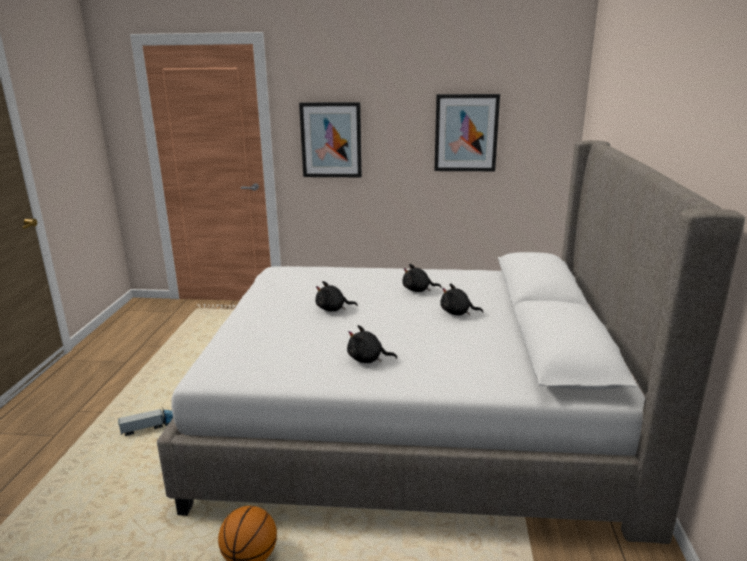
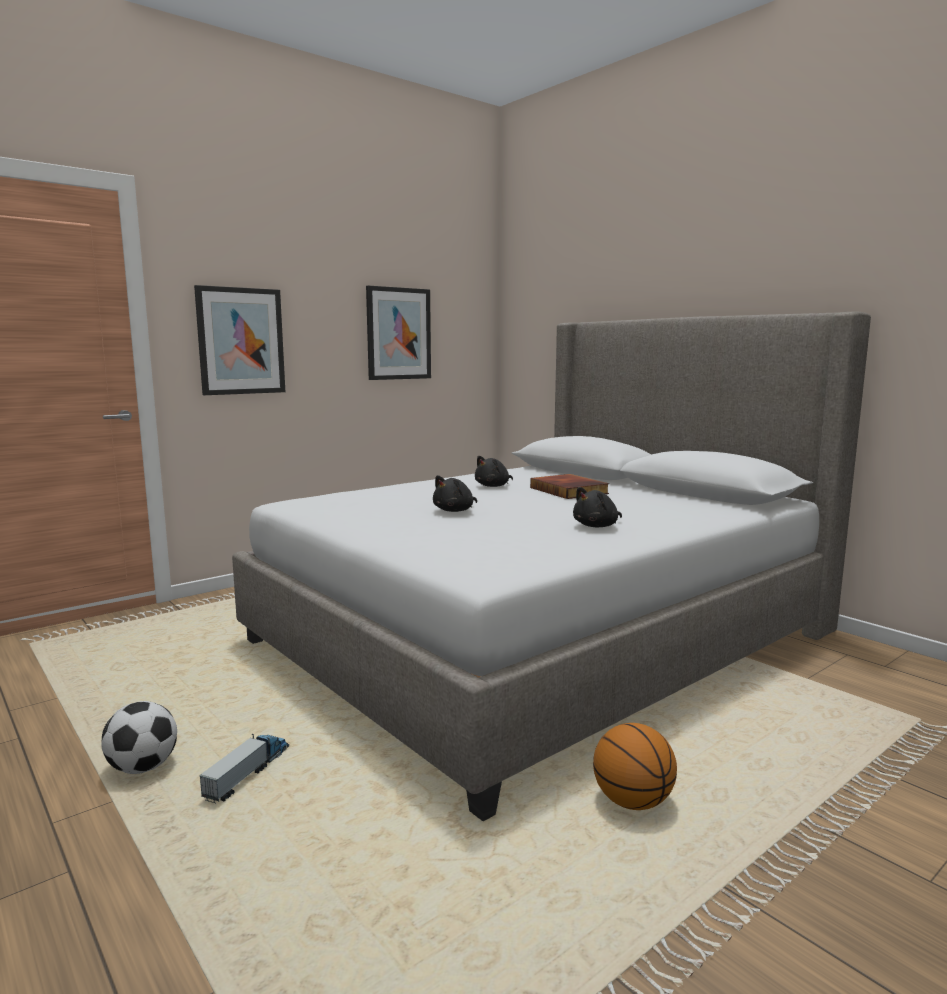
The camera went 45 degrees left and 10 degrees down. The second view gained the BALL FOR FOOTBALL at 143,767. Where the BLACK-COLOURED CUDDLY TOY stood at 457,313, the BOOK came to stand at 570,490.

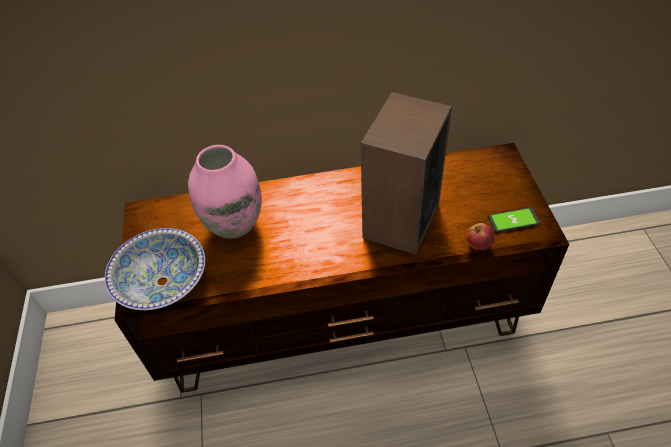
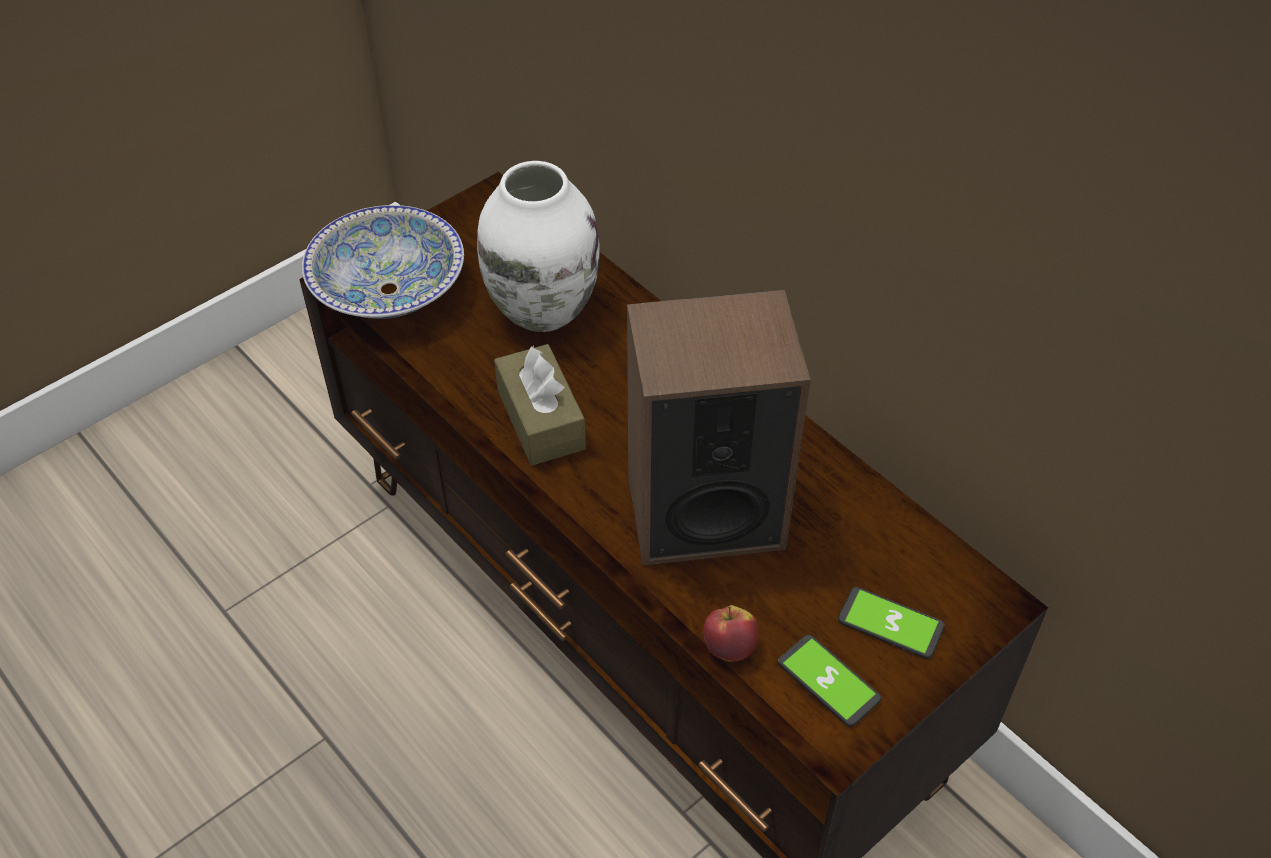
The camera went 55 degrees right and 0 degrees up. What was the PINKISH VASE at 233,225 turned into the WHITE-COLOURED VASE at 541,308. The second view gained the BROWN-COLOURED BOX OF TISSUES at 541,419. The second view gained the TELEPHONE at 890,624.

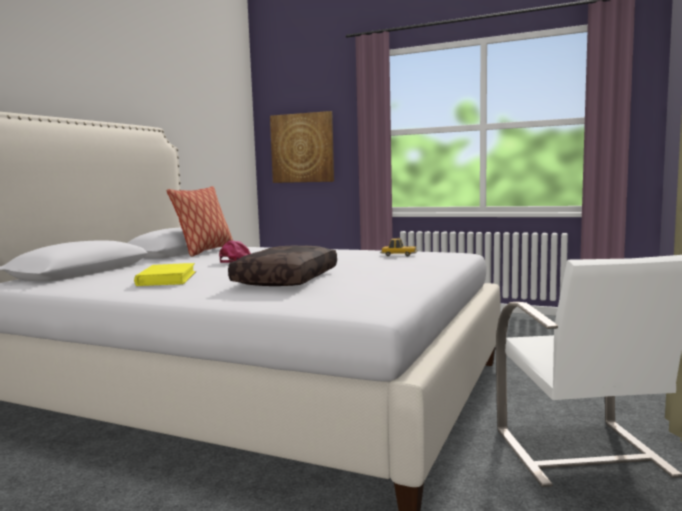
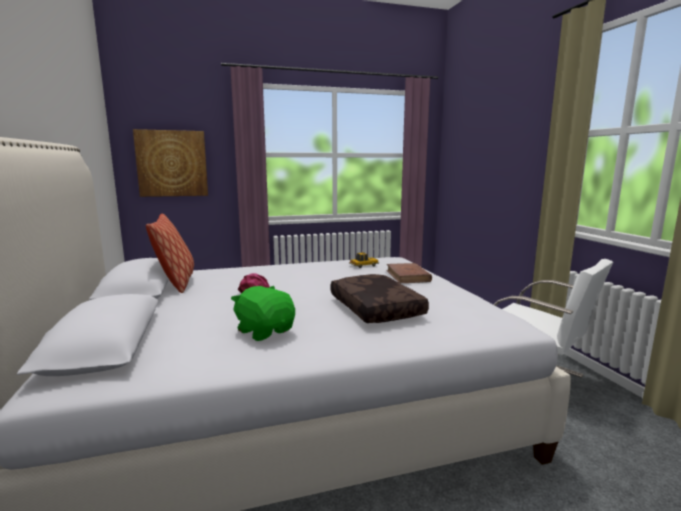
The camera went 40 degrees left and 5 degrees up. Where the YELLOWISH BOOK stood at 167,279, the GREEN-COLOURED CUDDLY TOY came to stand at 265,331. The second view gained the BROWN-COLOURED BOOK at 408,276.

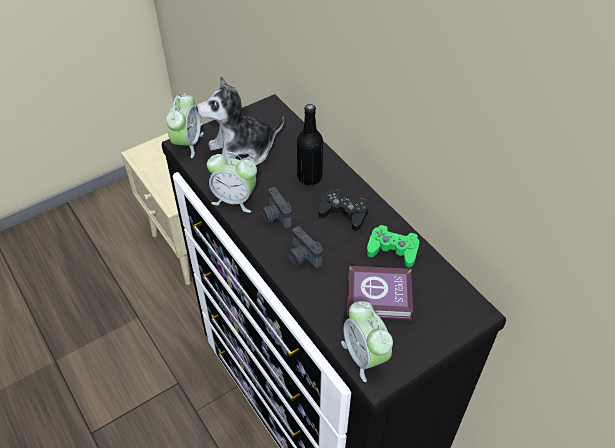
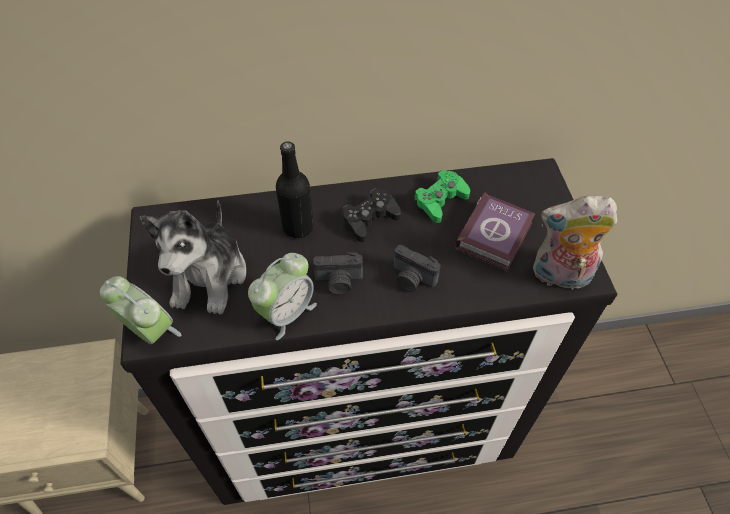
The camera went 65 degrees left and 5 degrees up. The PHOTO CAMERA at 302,257 ended up facing another way, 45 degrees clockwise from before. Where the ALARM CLOCK stood at 364,356, the CUDDLY TOY came to stand at 559,276.

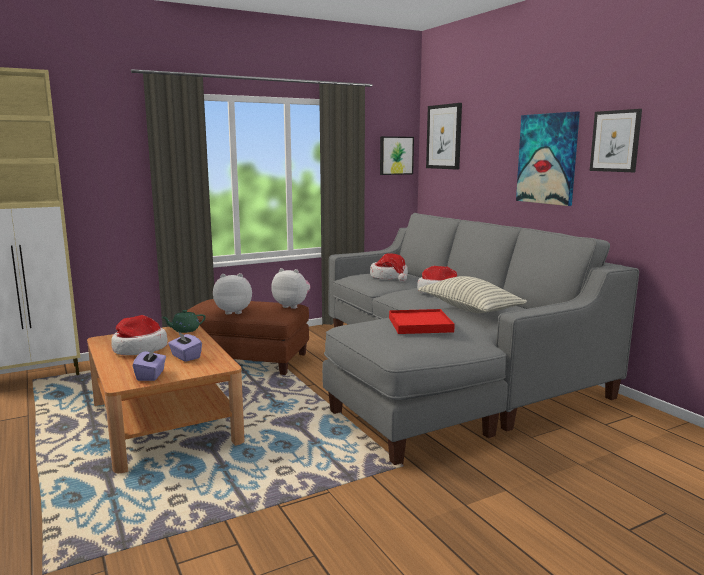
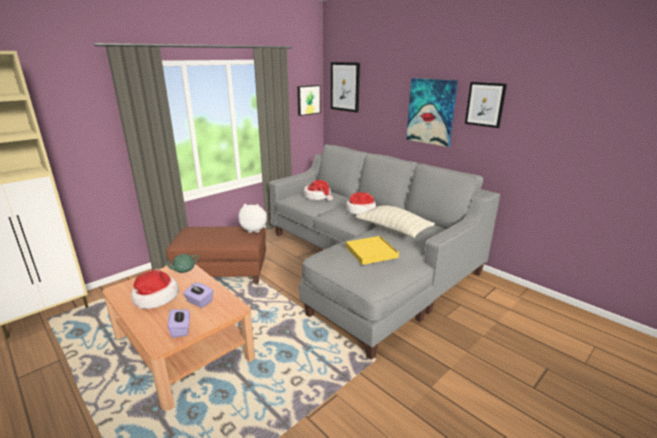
The camera went 15 degrees left and 10 degrees up. What was the RED SERVING TRAY at 420,325 turned into the YELLOWISH SERVING TRAY at 371,252. The second view lost the CUDDLY TOY at 234,312.

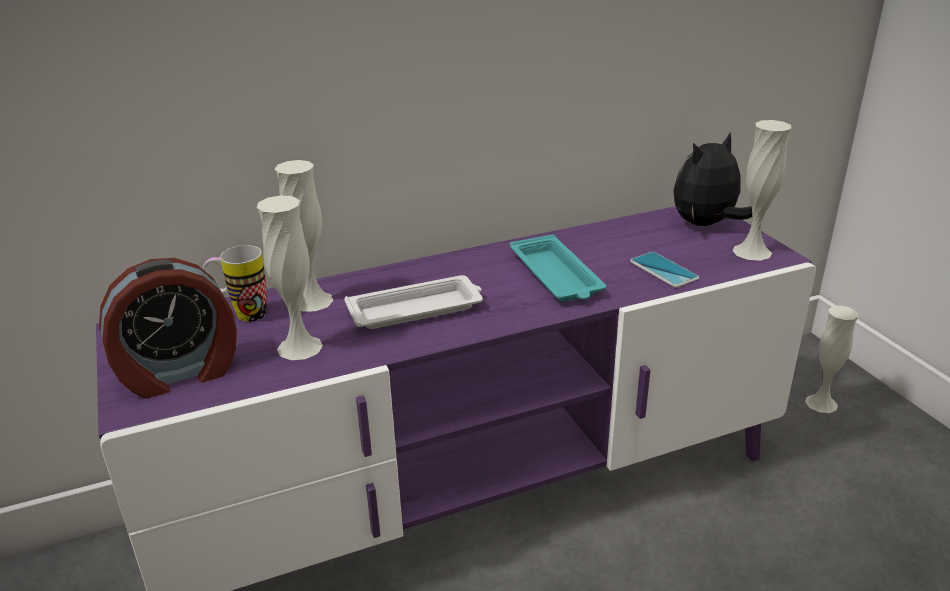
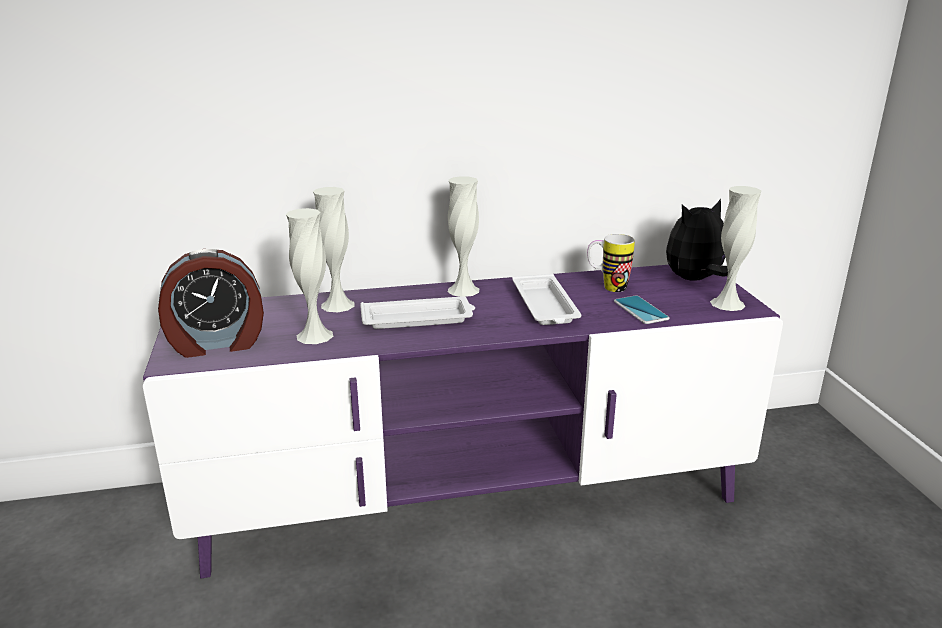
The camera went 10 degrees right and 5 degrees down. The WHITE-COLOURED VASE ended up elsewhere, having gone from 821,403 to 463,290. What was the BLUE-GREEN SERVING TRAY at 556,276 turned into the WHITE-COLOURED SERVING TRAY at 545,306. The COFFEE MUG ended up elsewhere, having gone from 241,314 to 607,287.

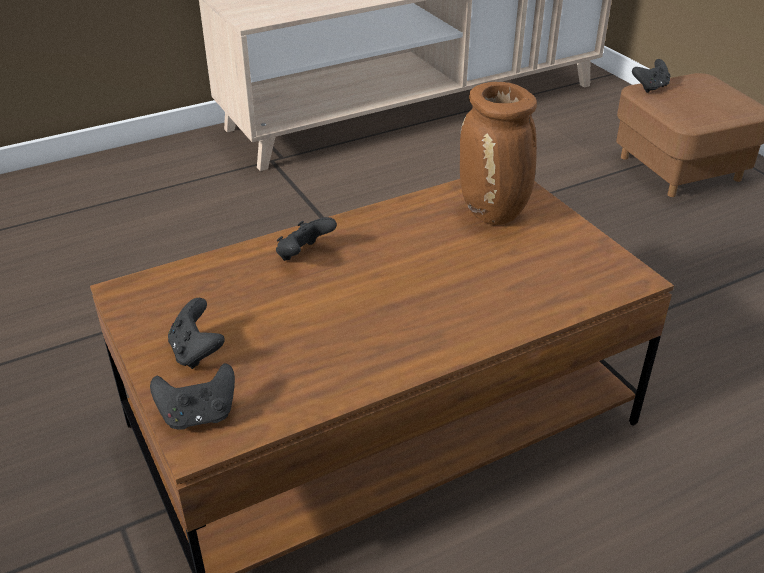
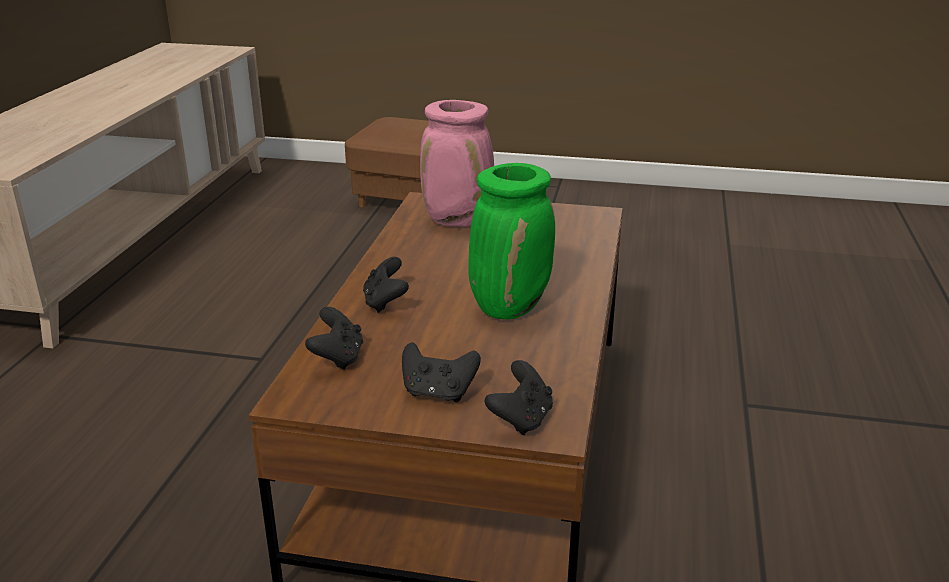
The camera went 50 degrees left and 10 degrees down. The BLACK-COLOURED JOYPAD ended up elsewhere, having gone from 650,87 to 338,358. What was the BROWN-COLOURED VASE at 494,214 turned into the PINKISH VASE at 459,221. The second view gained the GREEN-COLOURED VASE at 509,307.

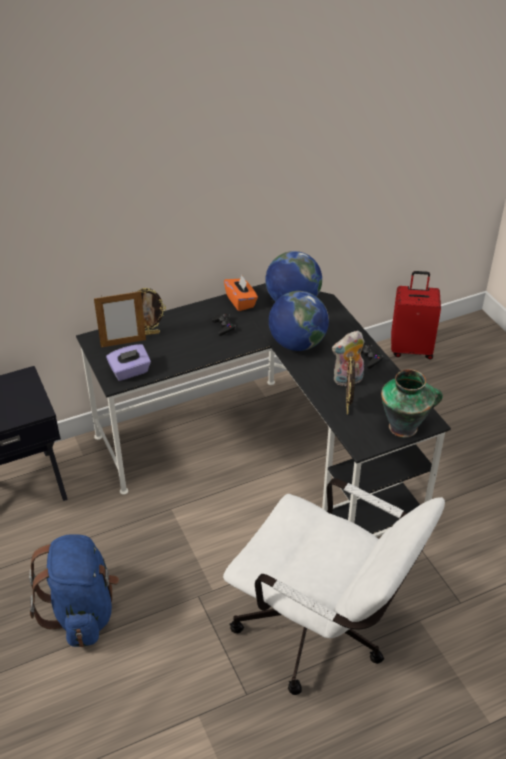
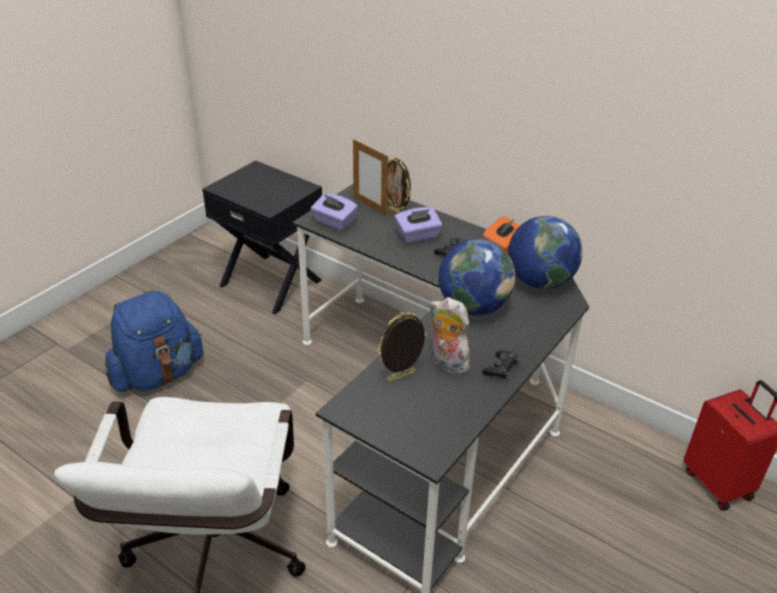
The camera went 60 degrees right and 5 degrees down. The second view gained the PURPLE-COLOURED BOX OF TISSUES at 417,236. The second view lost the VASE at 404,427.

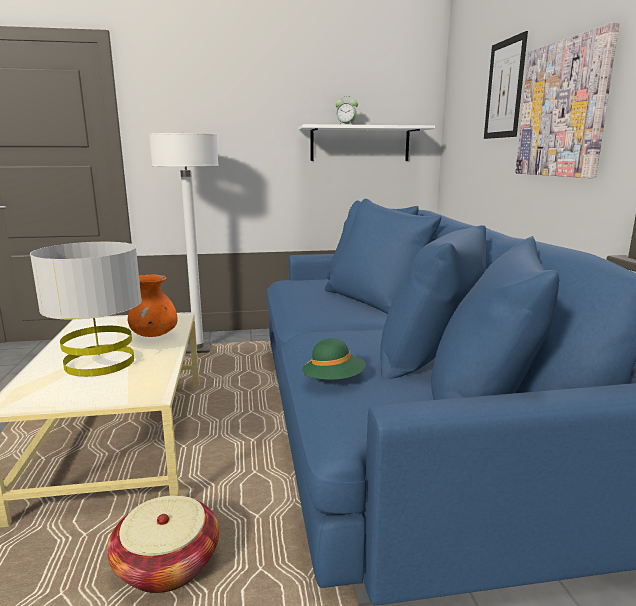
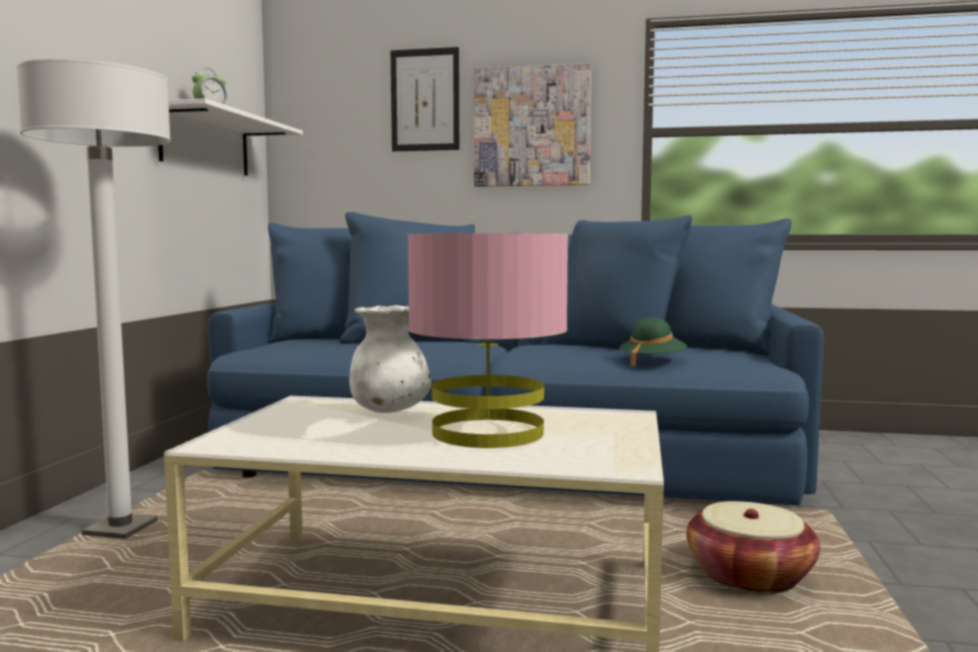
The camera went 70 degrees left and 10 degrees down. What was the ORANGEY VASE at 154,335 turned into the WHITE-COLOURED VASE at 389,411. What was the GREYISH TABLE LAMP at 99,363 turned into the PINKISH TABLE LAMP at 488,433.

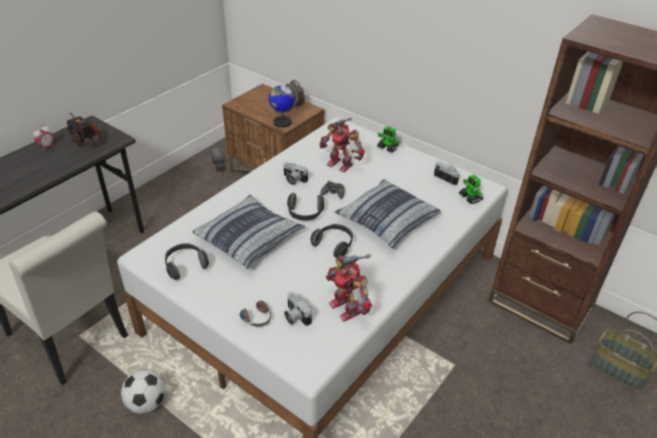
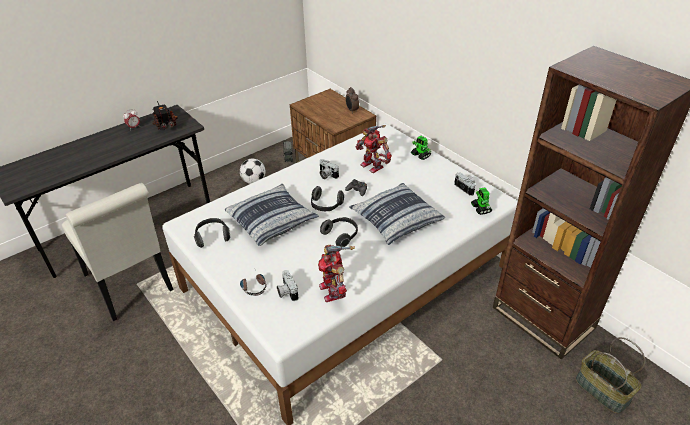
The camera went 15 degrees right and 0 degrees up. The BALL FOR FOOTBALL ended up elsewhere, having gone from 146,403 to 254,181. The second view lost the GLOBE at 282,122.

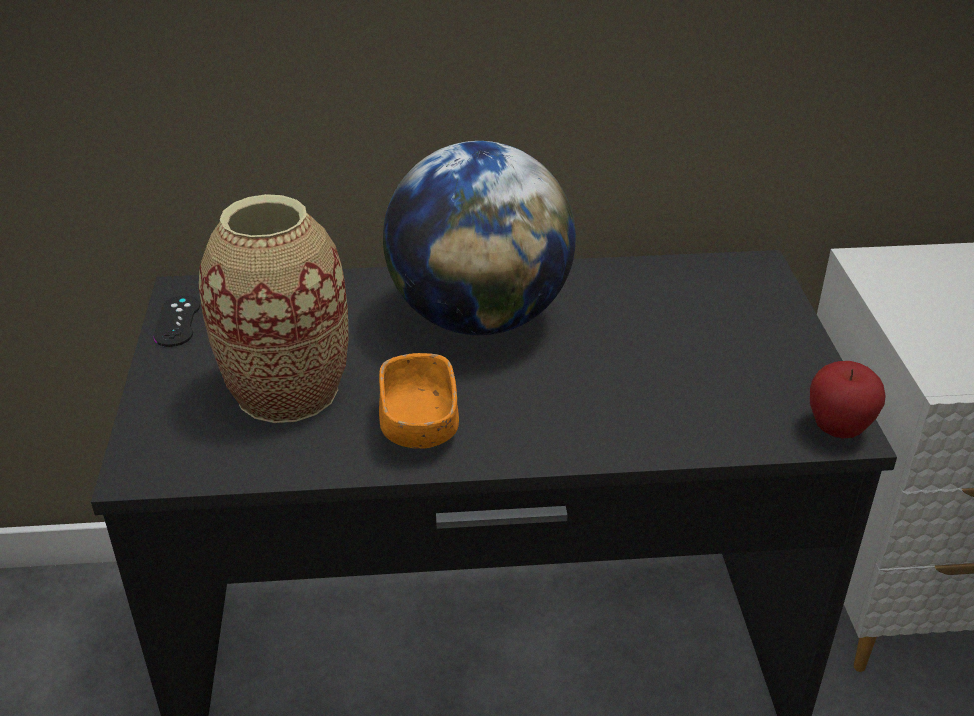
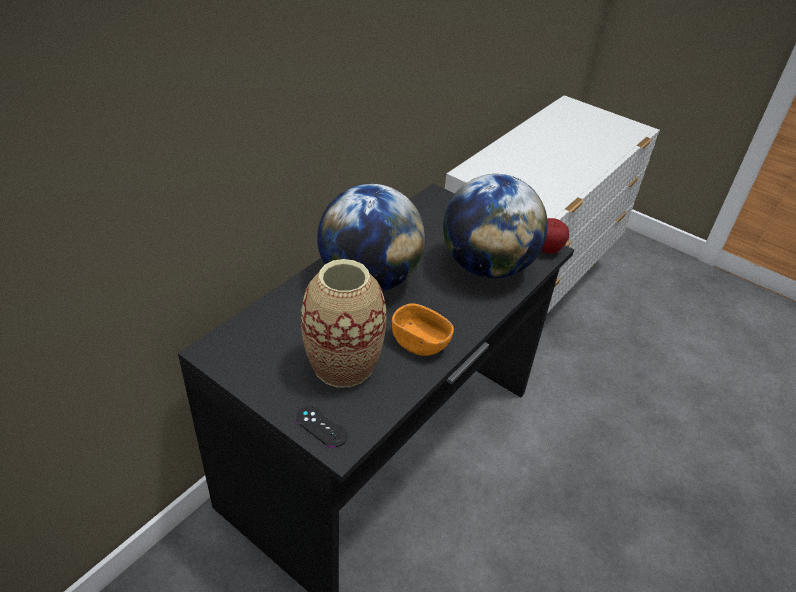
The camera went 50 degrees left and 5 degrees up. The BLACK-COLOURED JOYPAD ended up elsewhere, having gone from 177,321 to 321,427. The second view gained the GLOBE at 487,266.

